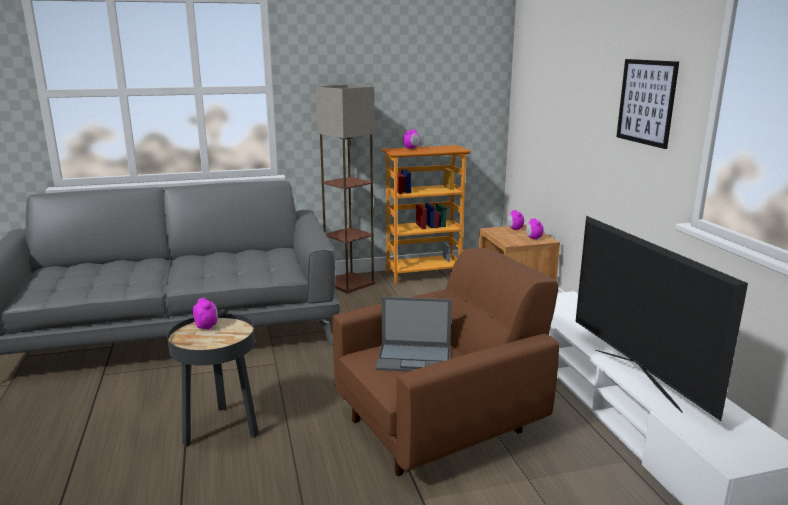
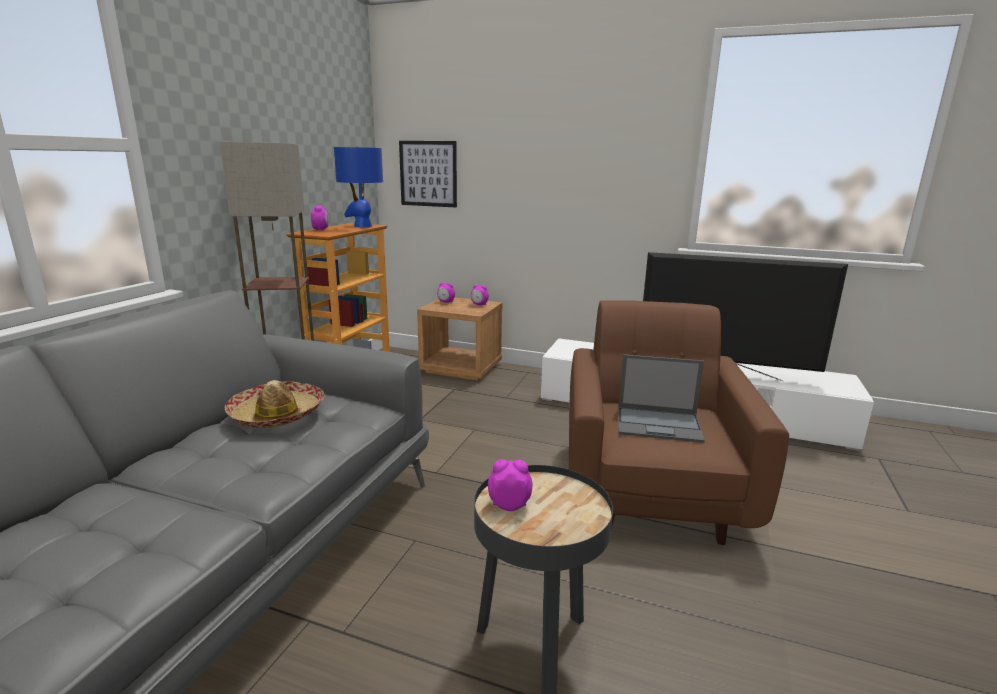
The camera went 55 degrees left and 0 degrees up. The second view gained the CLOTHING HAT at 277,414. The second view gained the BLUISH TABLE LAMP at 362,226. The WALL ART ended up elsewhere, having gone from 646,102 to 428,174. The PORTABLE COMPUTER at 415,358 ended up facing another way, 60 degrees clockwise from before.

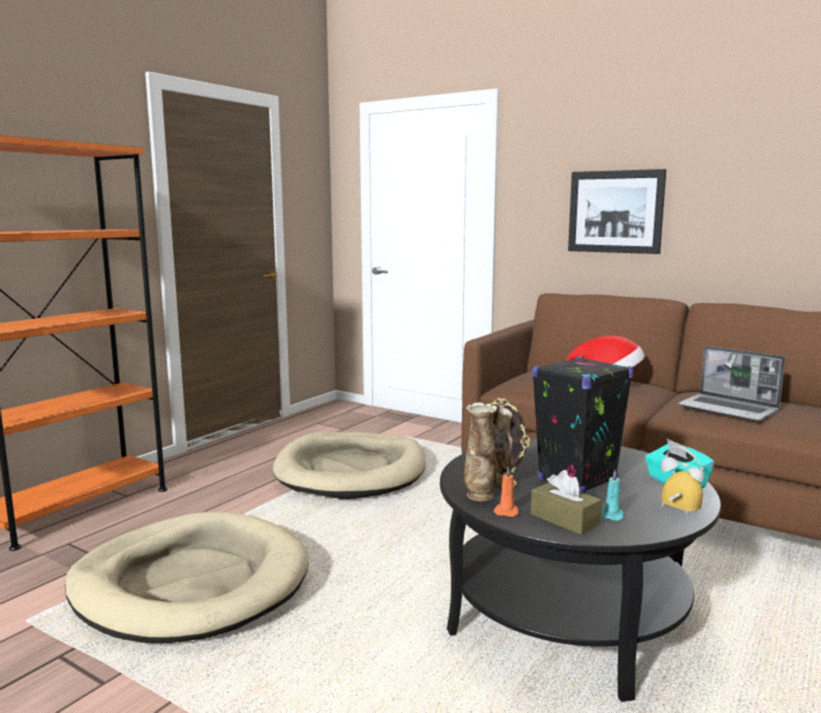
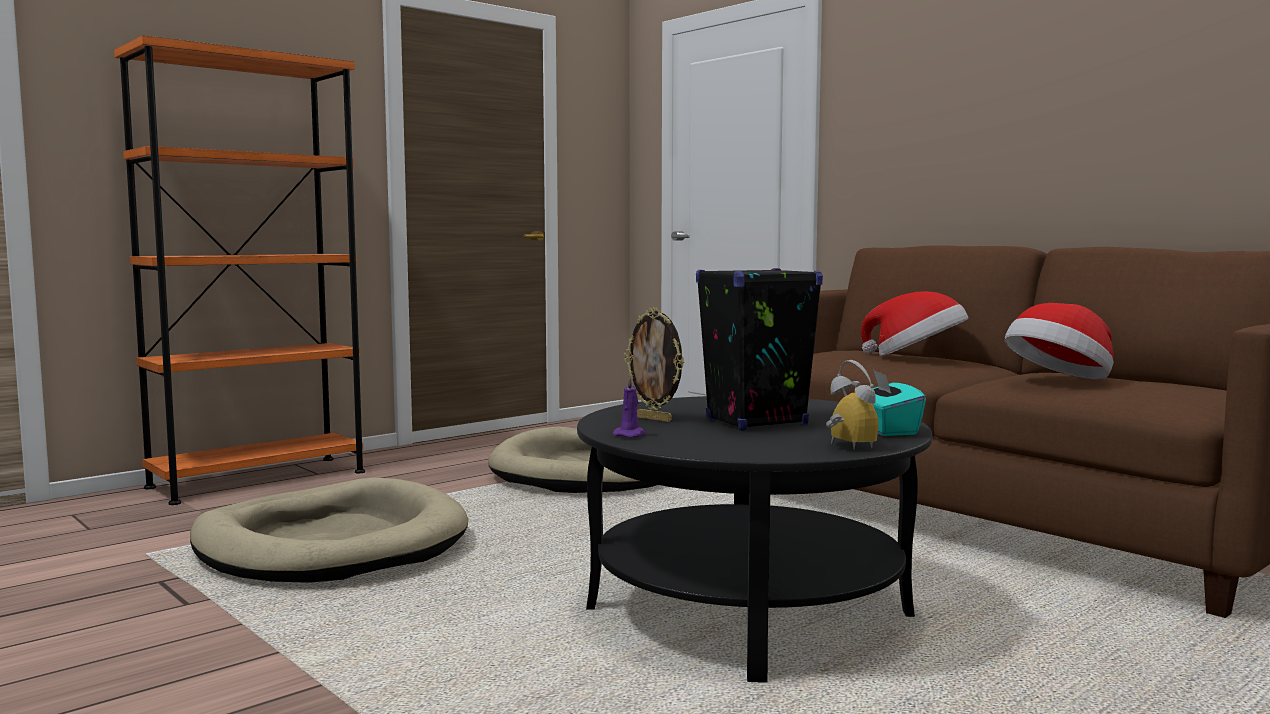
The camera went 15 degrees right and 5 degrees down. What was the ORANGEY CANDLE at 506,511 turned into the PURPLE-COLOURED CANDLE at 630,435. Where the PORTABLE COMPUTER stood at 729,409, the CLOTHING HAT came to stand at 1060,381. The second view lost the VASE at 480,496. The second view lost the BROWN-COLOURED BOX OF TISSUES at 564,519. The second view lost the WALL ART at 615,212. The second view lost the BLUE-GREEN CANDLE at 612,515.

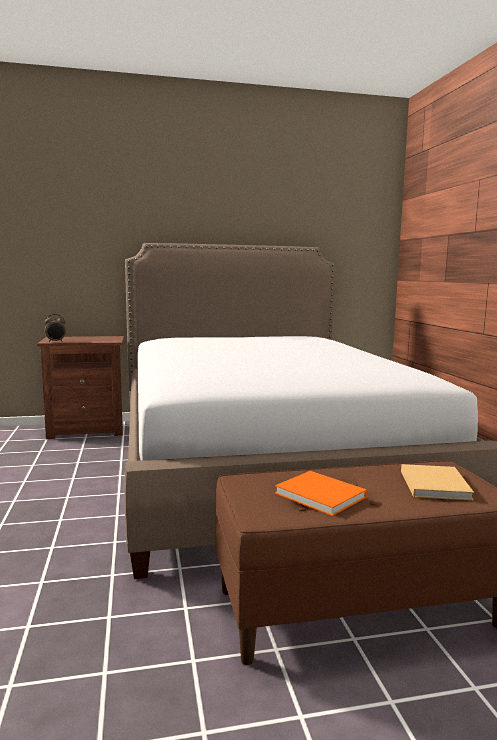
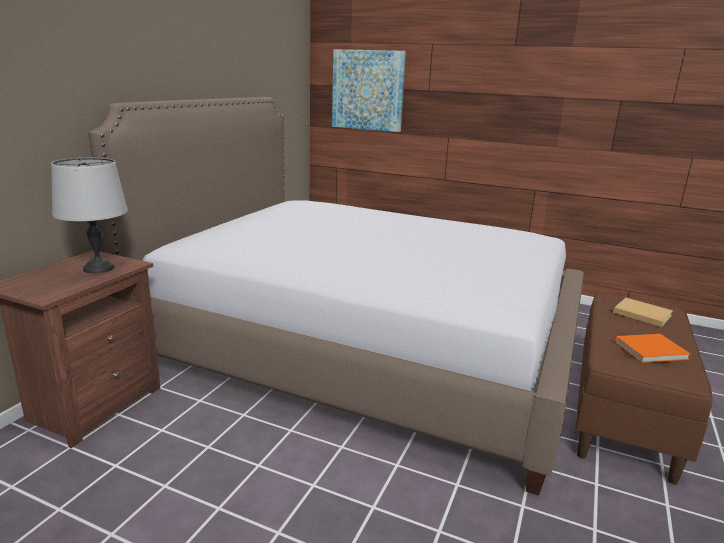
The camera went 55 degrees left and 10 degrees up. The second view gained the GREYISH TABLE LAMP at 99,268. The second view gained the WALL ART at 368,90. The second view lost the ALARM CLOCK at 56,342.

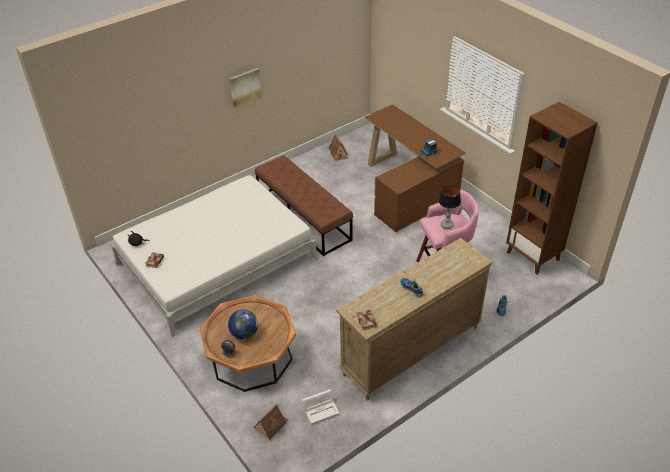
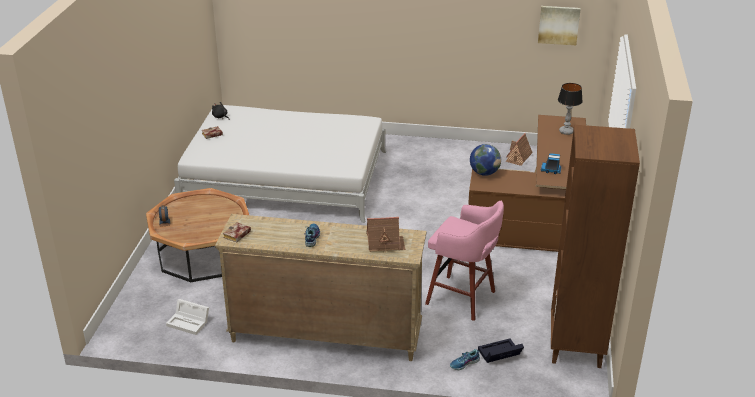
The camera went 45 degrees right and 10 degrees down. The MODEL HOUSE ended up elsewhere, having gone from 271,425 to 385,244. The GLOBE ended up elsewhere, having gone from 244,333 to 484,173. The second view gained the BLACK-COLOURED STORAGE CONTAINER at 499,354. The WALL ART ended up elsewhere, having gone from 245,87 to 558,25. The TABLE LAMP ended up elsewhere, having gone from 447,225 to 566,132. The second view lost the BROWN-COLOURED BENCH at 303,217.

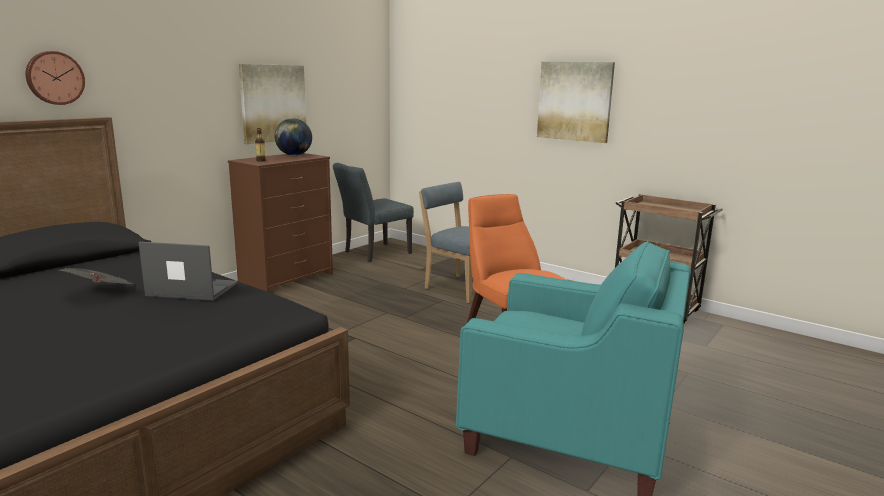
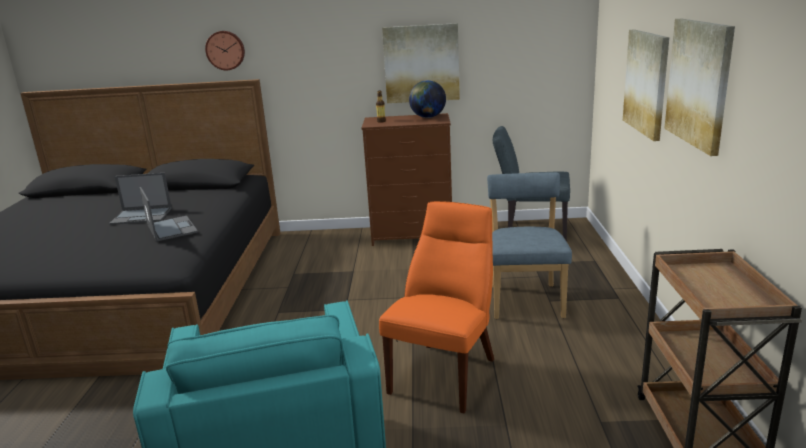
The camera went 55 degrees right and 5 degrees up. Where the PRINTED PAPER stood at 102,293, the PORTABLE COMPUTER came to stand at 142,216. The second view gained the WALL ART at 646,82.

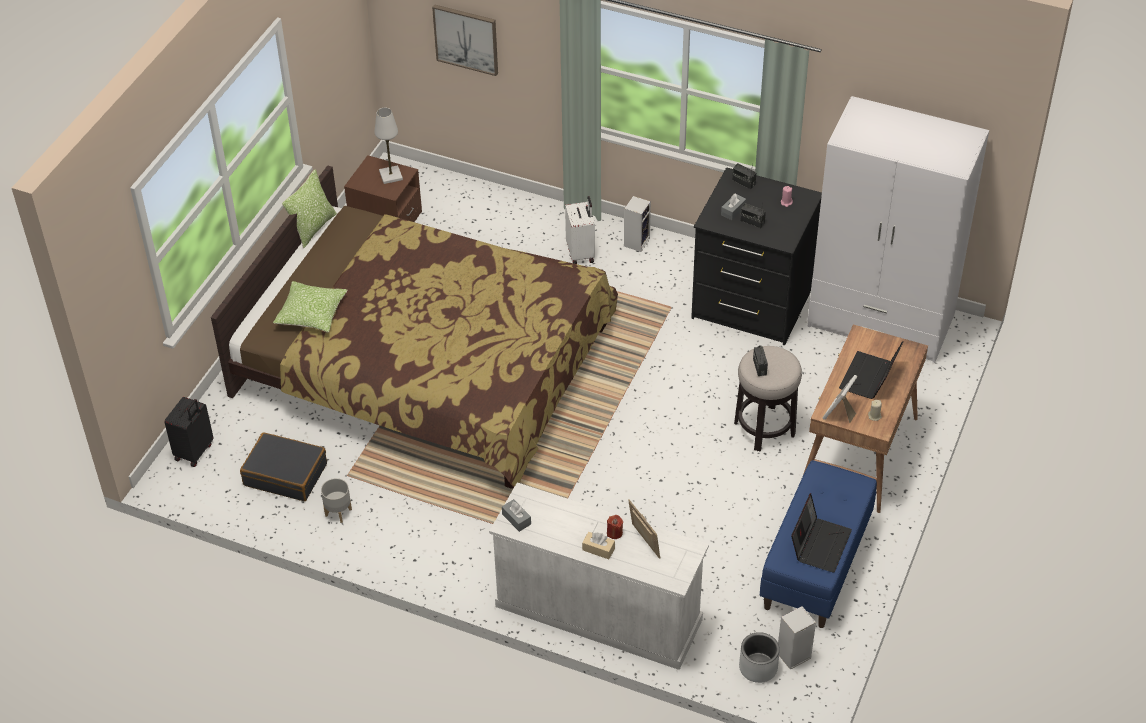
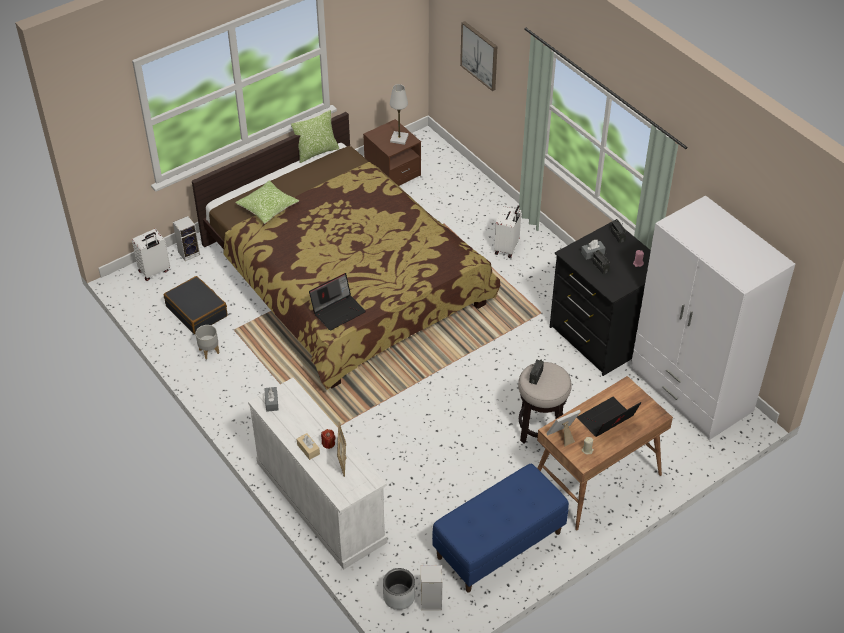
The camera went 30 degrees right and 0 degrees up. What was the BLACK-COLOURED PIECE OF LUGGAGE at 195,452 turned into the WHITE-COLOURED PIECE OF LUGGAGE at 154,271. The AUDIO SPEAKER ended up elsewhere, having gone from 636,241 to 189,253. The PORTABLE COMPUTER ended up elsewhere, having gone from 819,543 to 338,311.

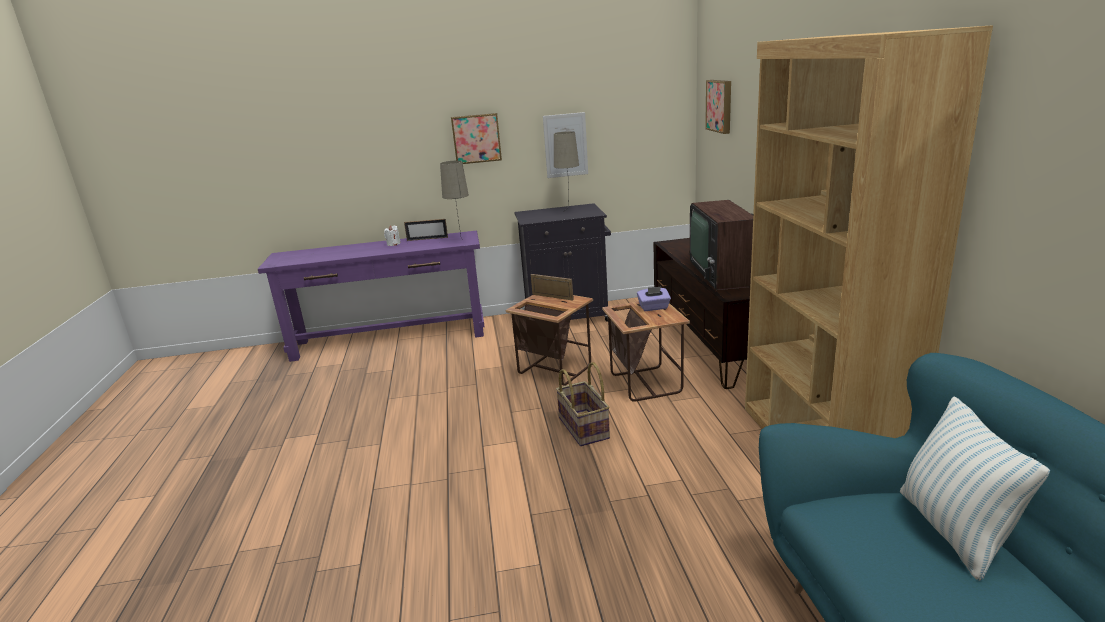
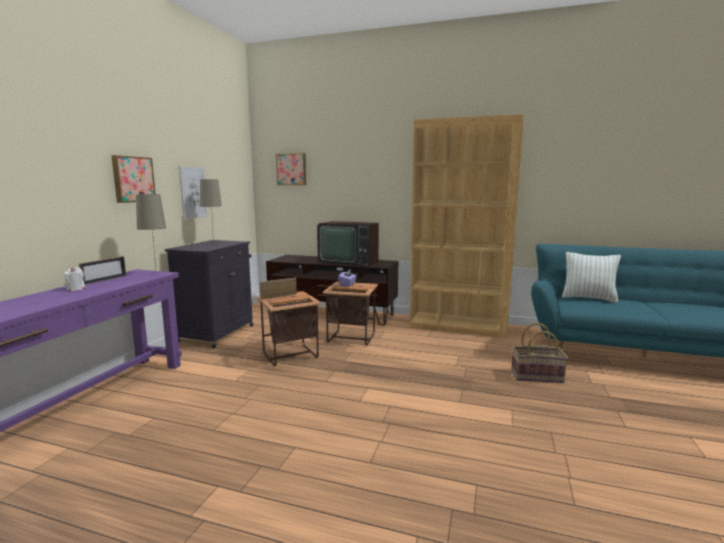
The camera went 65 degrees left and 10 degrees down. The HOUSEHOLD BASKET ended up elsewhere, having gone from 584,428 to 536,376.

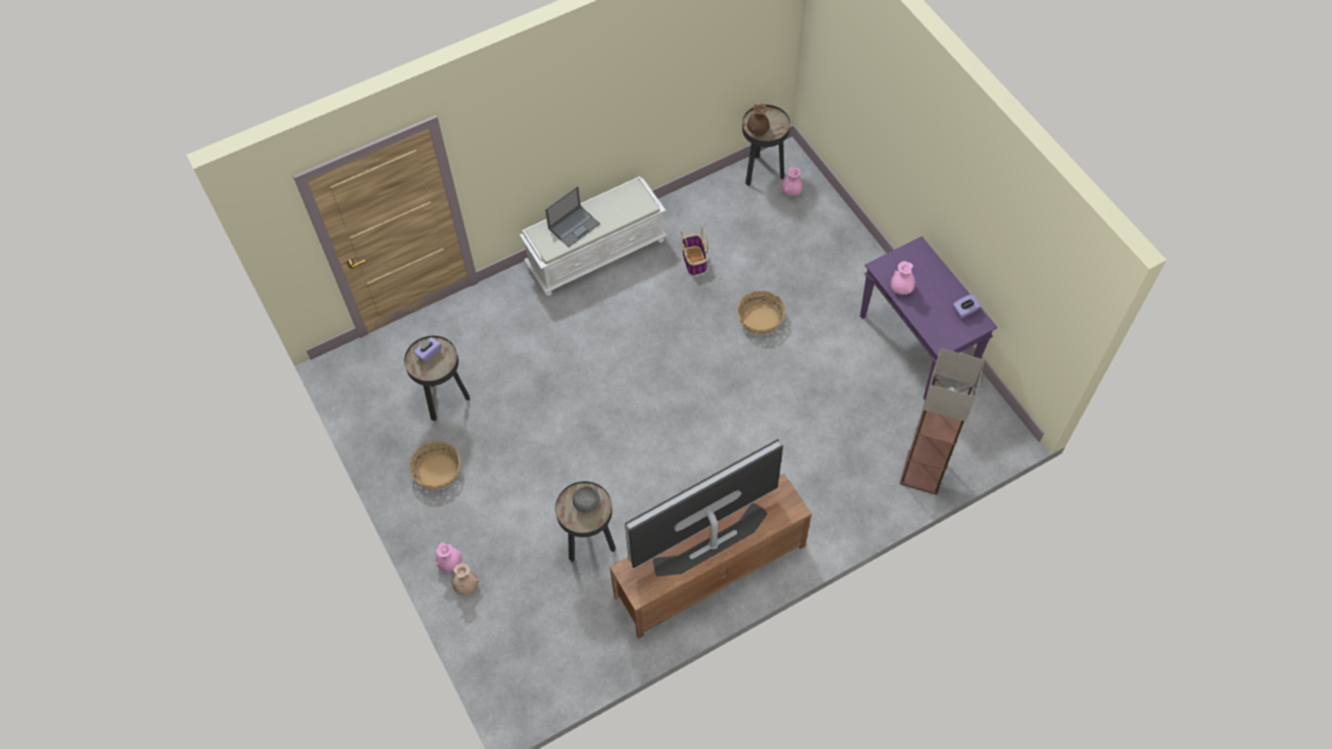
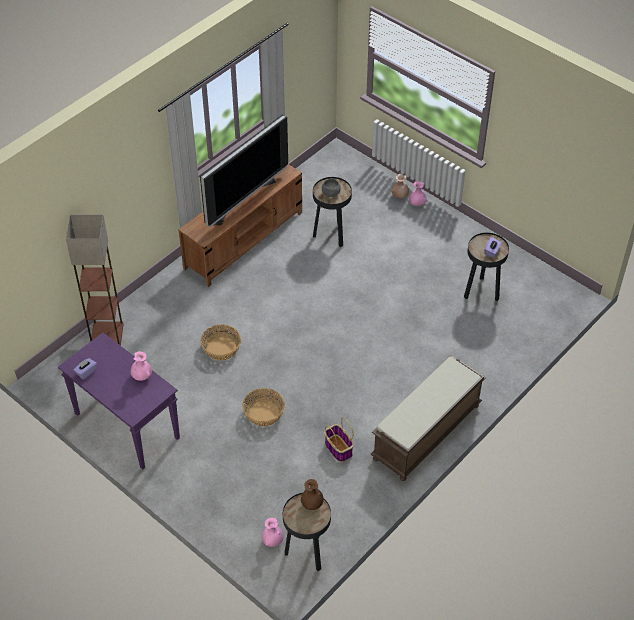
The camera went 160 degrees right and 10 degrees down. The HOUSEHOLD BASKET ended up elsewhere, having gone from 438,471 to 221,349. What was the WHITE-COLOURED BENCH at 596,252 turned into the BROWN-COLOURED BENCH at 426,433. The second view lost the PORTABLE COMPUTER at 574,226.

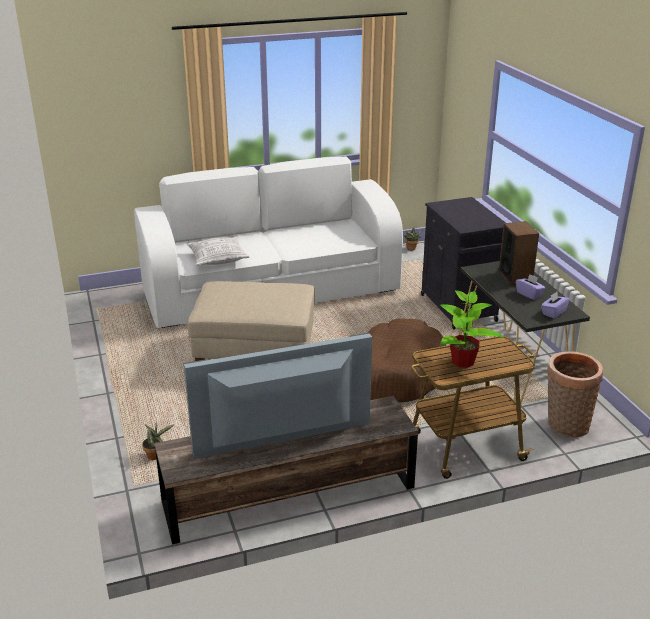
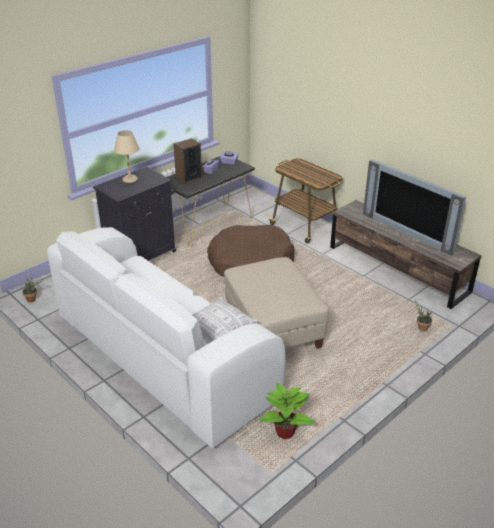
The camera went 115 degrees left and 5 degrees up. The second view gained the SAND-COLOURED TABLE LAMP at 130,179. The PLANT IN A POT ended up elsewhere, having gone from 463,362 to 285,432. The second view lost the HOUSEHOLD BASKET at 565,425.

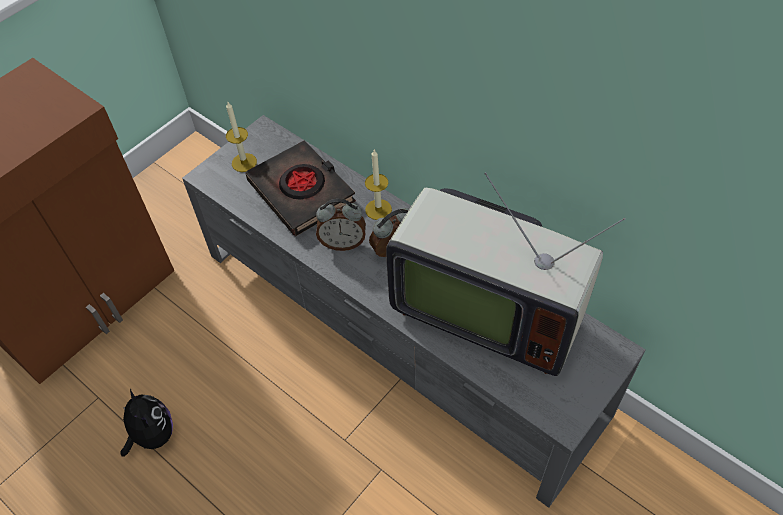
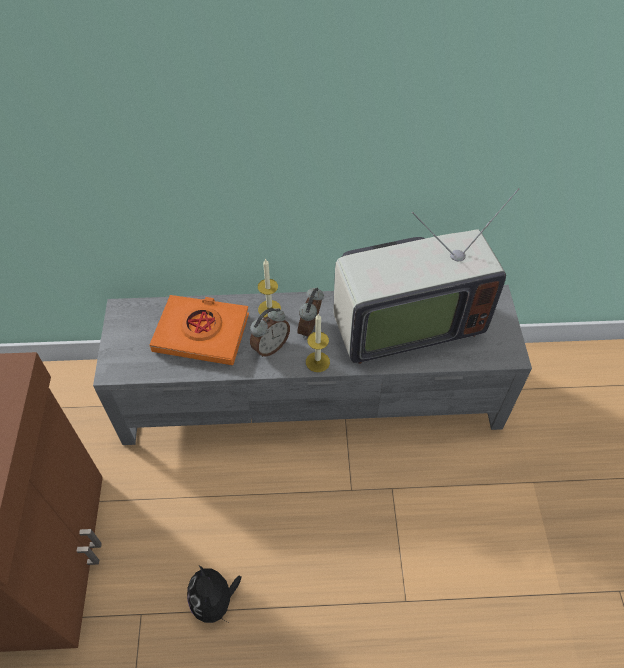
The camera went 45 degrees left and 0 degrees up. What was the BLACK-COLOURED BOOK at 302,192 turned into the ORANGEY BOOK at 202,333. The CUDDLY TOY at 152,435 ended up facing another way, 120 degrees counterclockwise from before. The CANDLE ended up elsewhere, having gone from 244,162 to 317,362.

